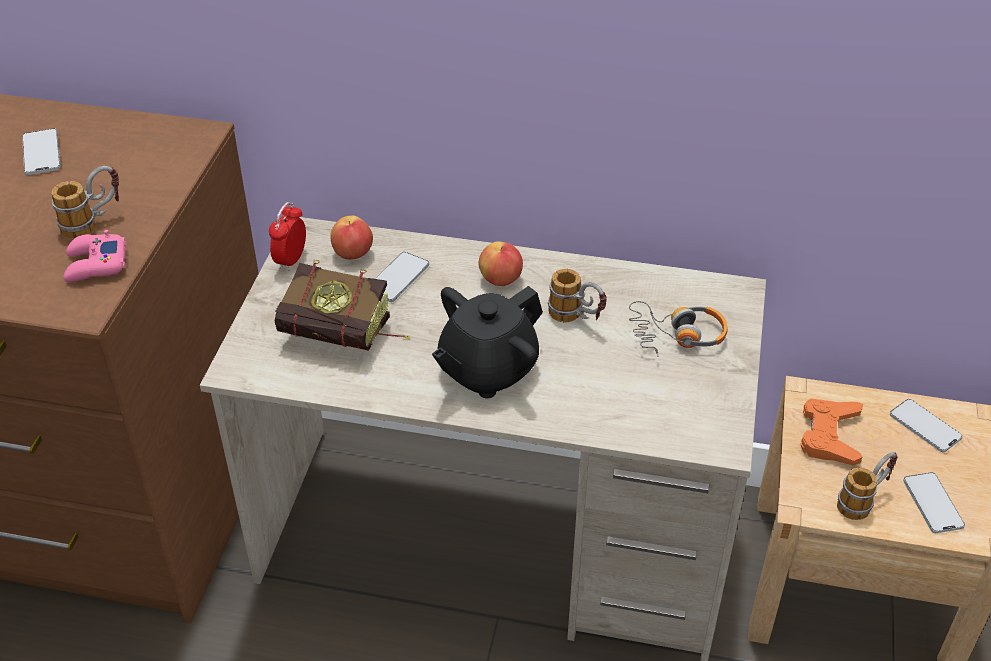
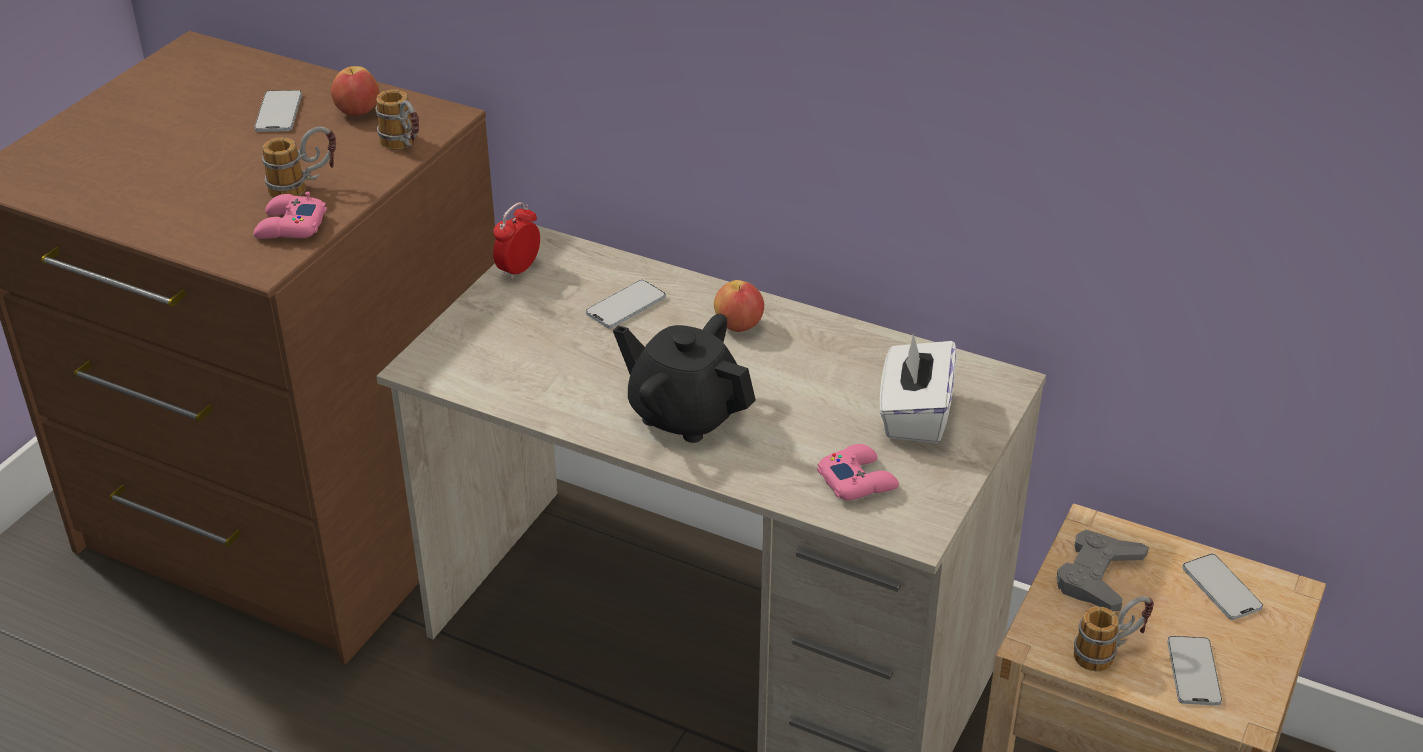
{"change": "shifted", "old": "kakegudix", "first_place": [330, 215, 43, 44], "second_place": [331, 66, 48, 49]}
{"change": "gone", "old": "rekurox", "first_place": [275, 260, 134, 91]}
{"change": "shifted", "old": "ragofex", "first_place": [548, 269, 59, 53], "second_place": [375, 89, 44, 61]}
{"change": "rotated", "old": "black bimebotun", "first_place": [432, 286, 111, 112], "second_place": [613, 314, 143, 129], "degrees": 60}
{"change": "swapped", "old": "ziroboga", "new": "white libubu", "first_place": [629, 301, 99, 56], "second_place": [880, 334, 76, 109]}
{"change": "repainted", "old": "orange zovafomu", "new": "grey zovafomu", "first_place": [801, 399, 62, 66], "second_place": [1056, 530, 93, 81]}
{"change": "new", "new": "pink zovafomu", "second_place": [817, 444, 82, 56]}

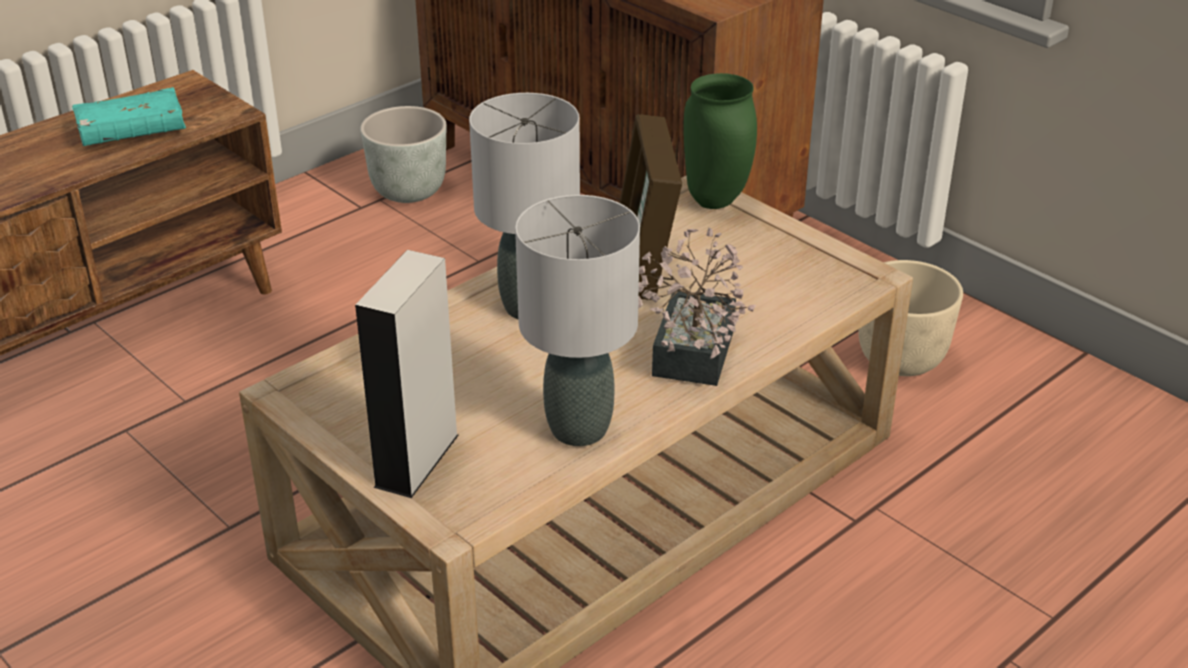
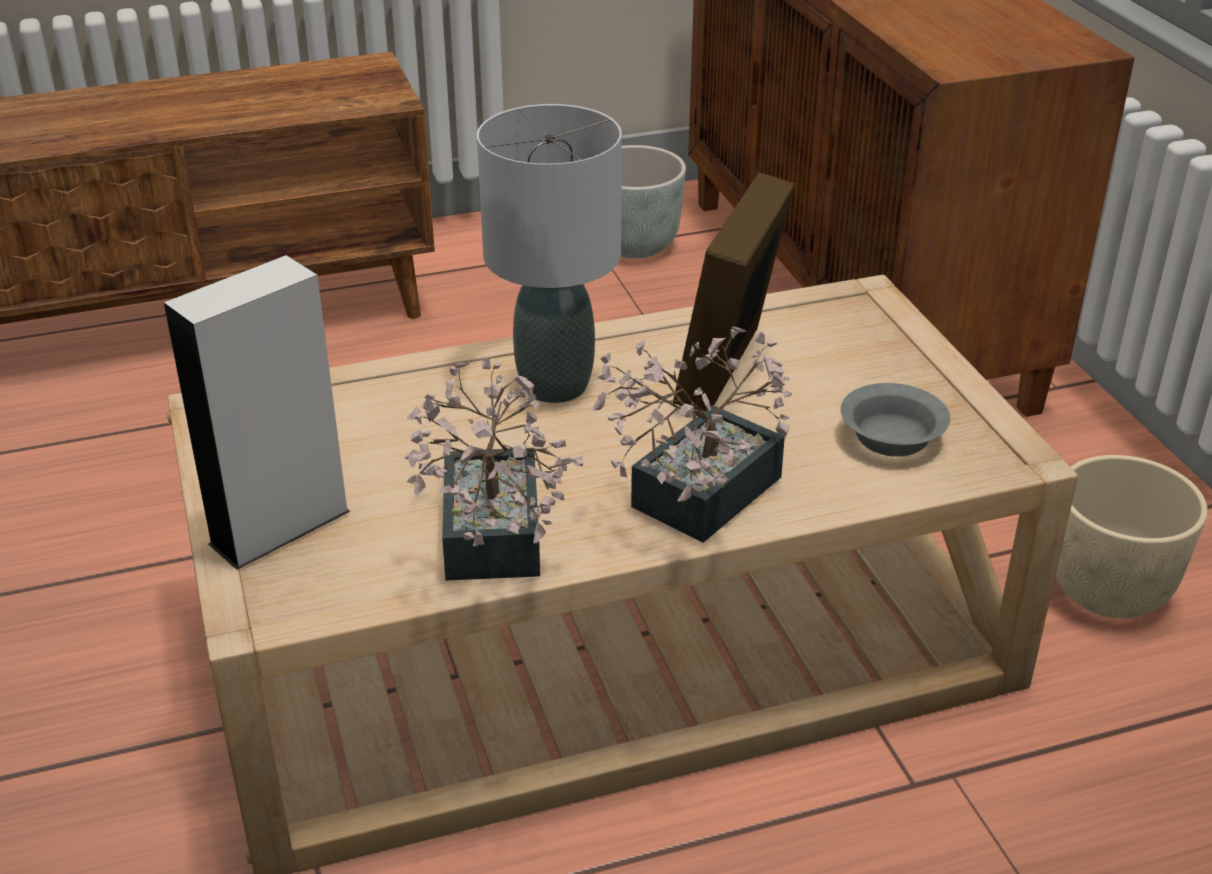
{"change": "gone", "old": "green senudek", "first_place": [683, 73, 74, 136]}
{"change": "gone", "old": "turquoise rekurox", "first_place": [72, 87, 114, 59]}
{"change": "swapped", "old": "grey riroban", "new": "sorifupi", "first_place": [515, 195, 125, 251], "second_place": [405, 357, 178, 224]}
{"change": "new", "new": "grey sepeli", "second_place": [840, 383, 110, 74]}

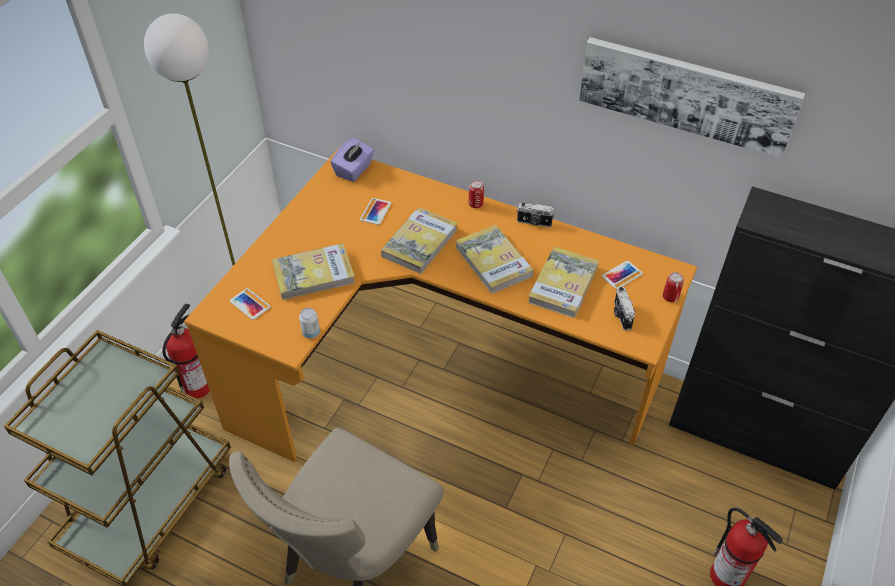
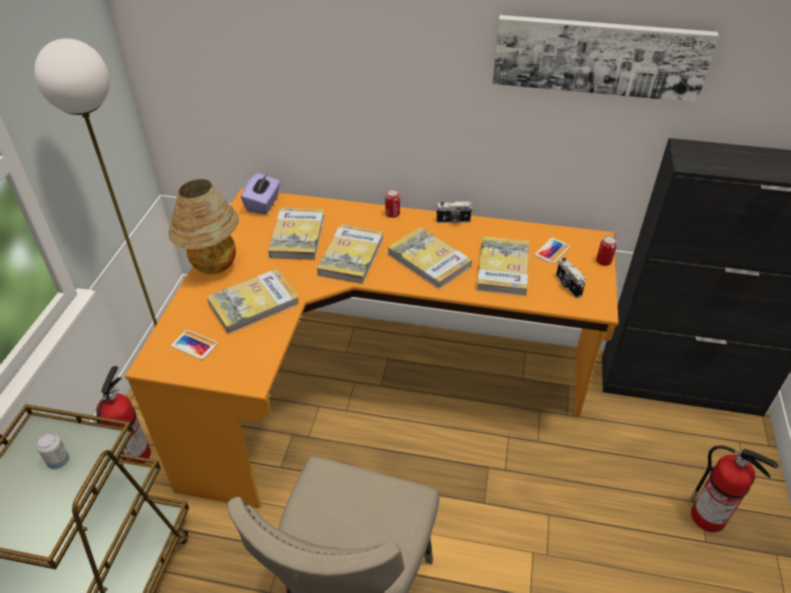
{"change": "swapped", "old": "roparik", "new": "rekurox", "first_place": [360, 198, 31, 27], "second_place": [268, 208, 57, 52]}
{"change": "shifted", "old": "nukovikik", "first_place": [299, 308, 21, 31], "second_place": [36, 432, 33, 37]}
{"change": "new", "new": "riroban", "second_place": [169, 179, 70, 95]}

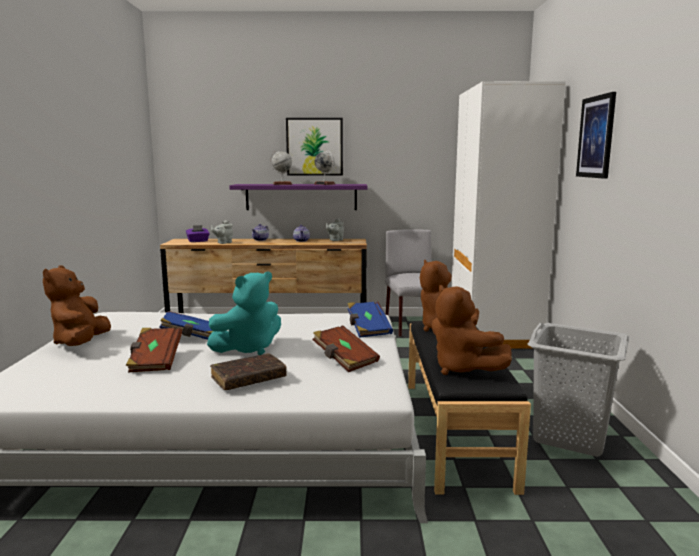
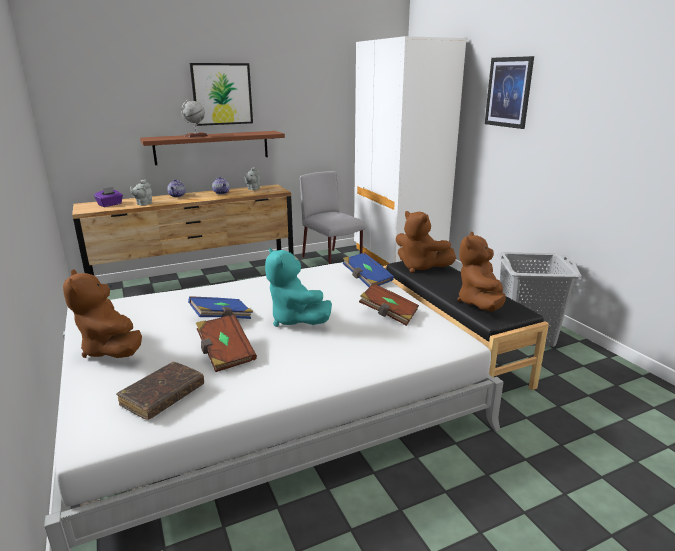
{"change": "gone", "old": "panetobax", "first_place": [314, 150, 22, 35]}
{"change": "repainted", "old": "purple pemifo", "new": "brown pemifo", "first_place": [229, 184, 138, 26], "second_place": [140, 131, 145, 34]}
{"change": "rotated", "old": "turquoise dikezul", "first_place": [207, 272, 74, 83], "second_place": [265, 248, 67, 79], "degrees": 120}
{"change": "rotated", "old": "brown dikezul", "first_place": [432, 285, 80, 90], "second_place": [457, 232, 49, 79], "degrees": 75}
{"change": "shifted", "old": "brown rekurox", "first_place": [210, 353, 77, 37], "second_place": [116, 362, 88, 58]}

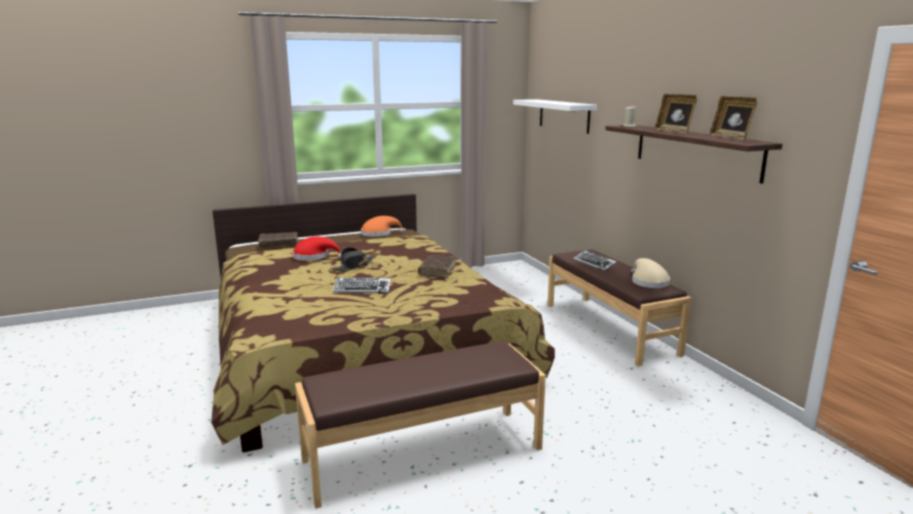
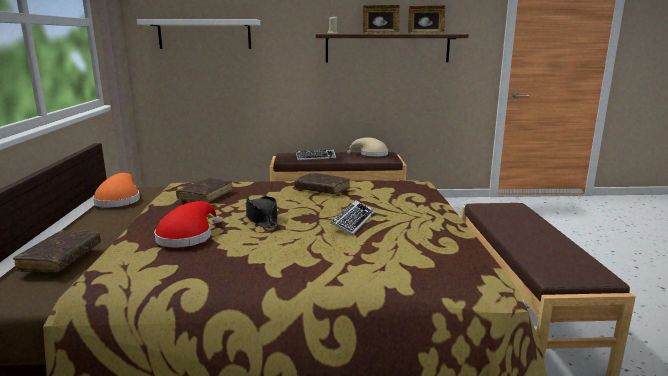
{"change": "new", "new": "brown rekurox", "second_place": [176, 178, 56, 25]}

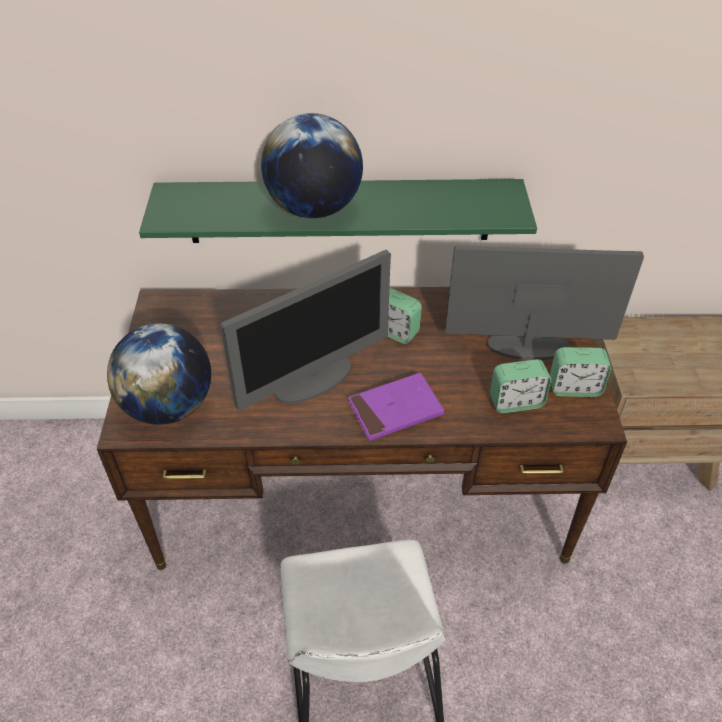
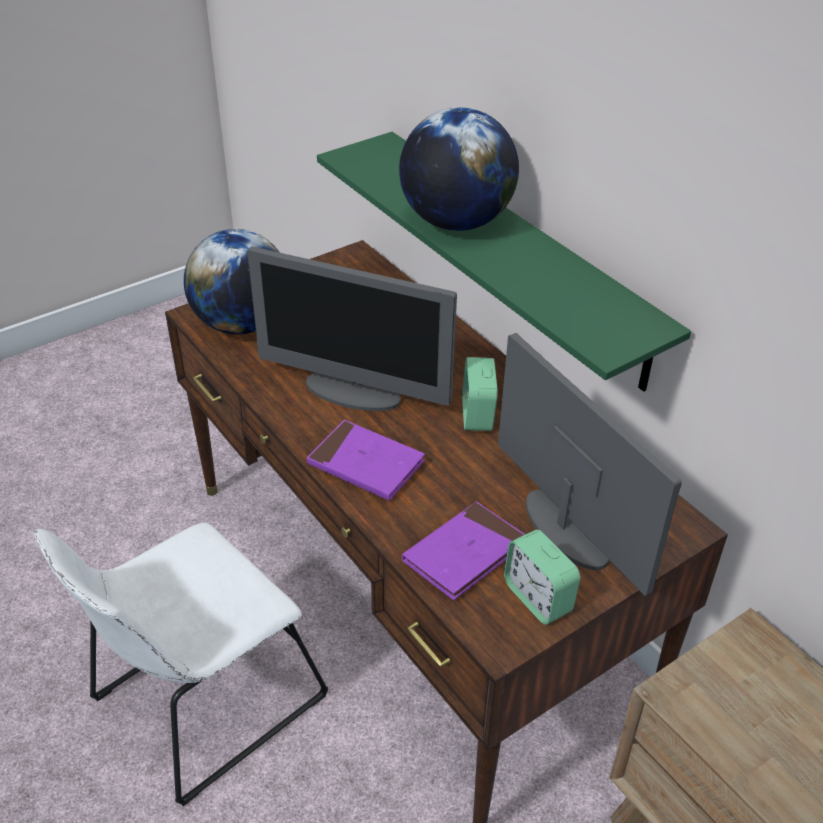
{"change": "swapped", "old": "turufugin", "new": "purple rekurox", "first_place": [490, 359, 61, 54], "second_place": [402, 502, 123, 98]}

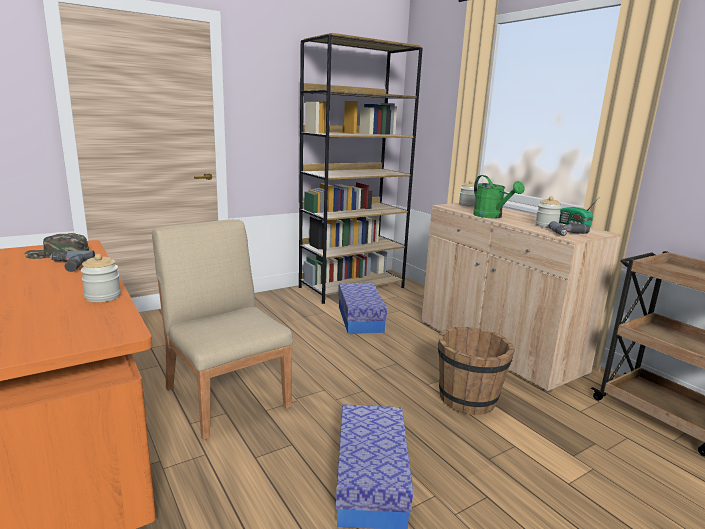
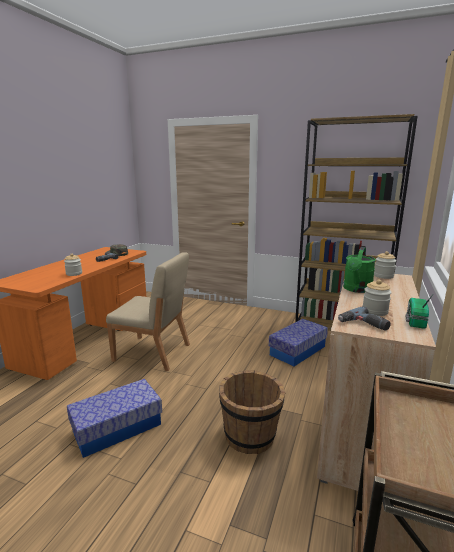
{"change": "rotated", "old": "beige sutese", "first_place": [152, 219, 141, 221], "second_place": [106, 253, 84, 118], "degrees": 90}

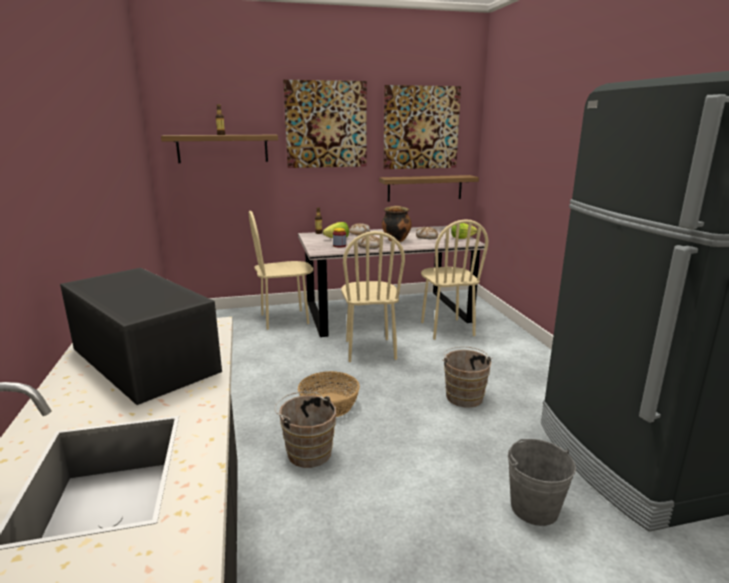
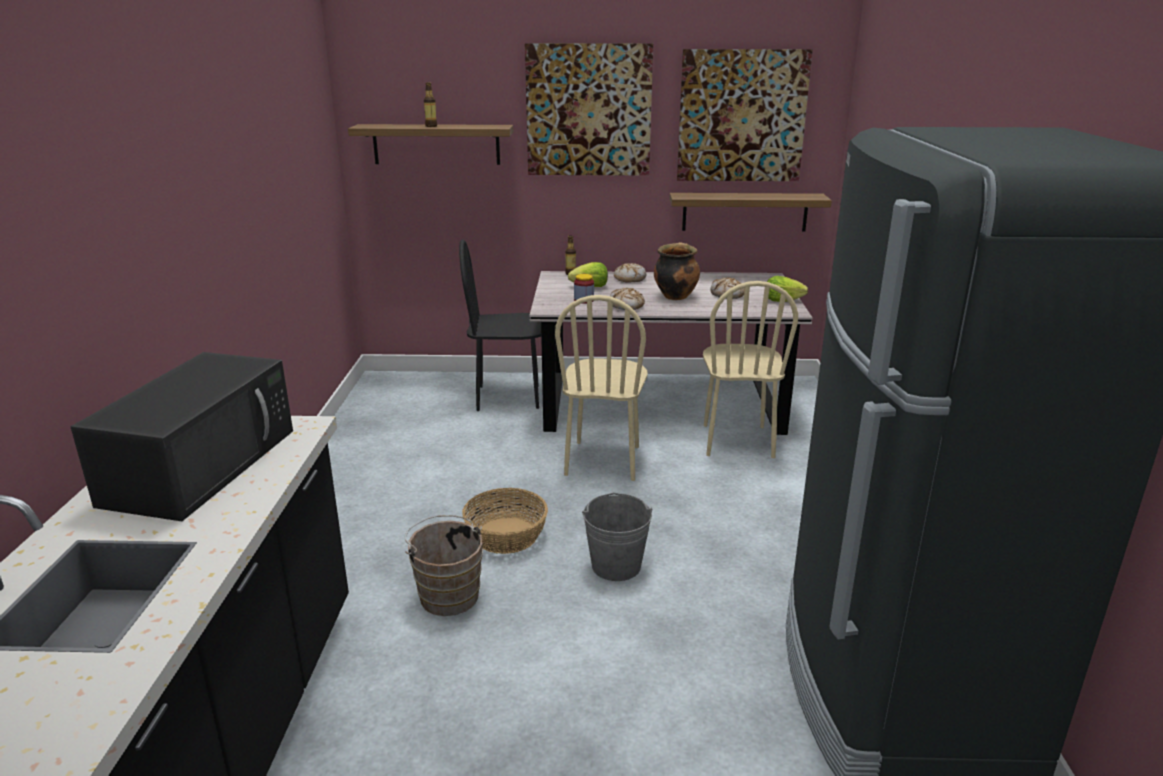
{"change": "repainted", "old": "beige sutese", "new": "black sutese", "first_place": [249, 211, 64, 119], "second_place": [459, 239, 82, 172]}
{"change": "rotated", "old": "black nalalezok", "first_place": [60, 268, 162, 137], "second_place": [70, 352, 223, 169], "degrees": 45}
{"change": "gone", "old": "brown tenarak", "first_place": [442, 346, 51, 62]}
{"change": "shifted", "old": "grey tenarak", "first_place": [508, 439, 68, 87], "second_place": [582, 493, 71, 88]}

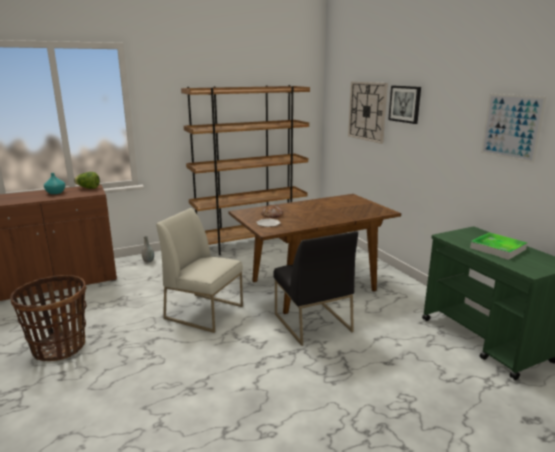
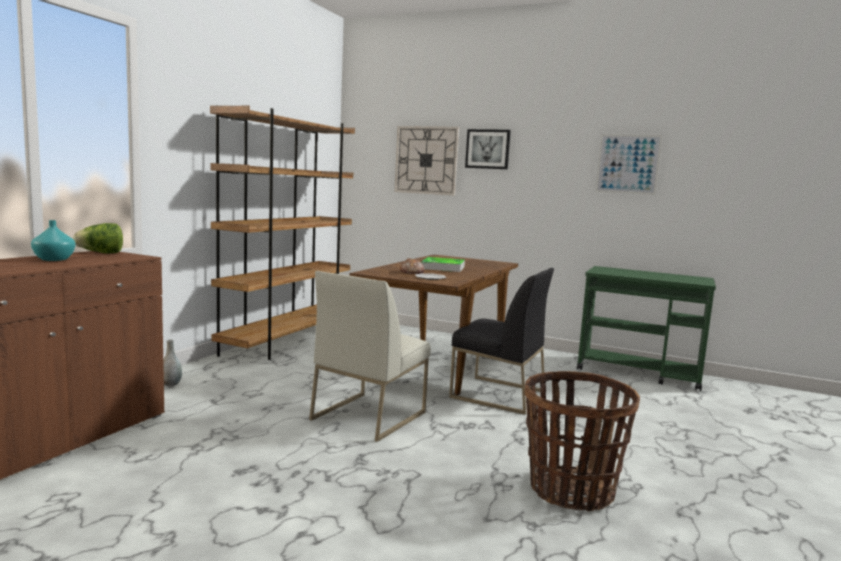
{"change": "rotated", "old": "white sutese", "first_place": [156, 208, 87, 125], "second_place": [309, 271, 122, 171], "degrees": -45}
{"change": "shifted", "old": "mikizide", "first_place": [470, 232, 57, 28], "second_place": [421, 257, 44, 15]}
{"change": "shifted", "old": "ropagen", "first_place": [10, 275, 77, 86], "second_place": [524, 371, 116, 141]}

